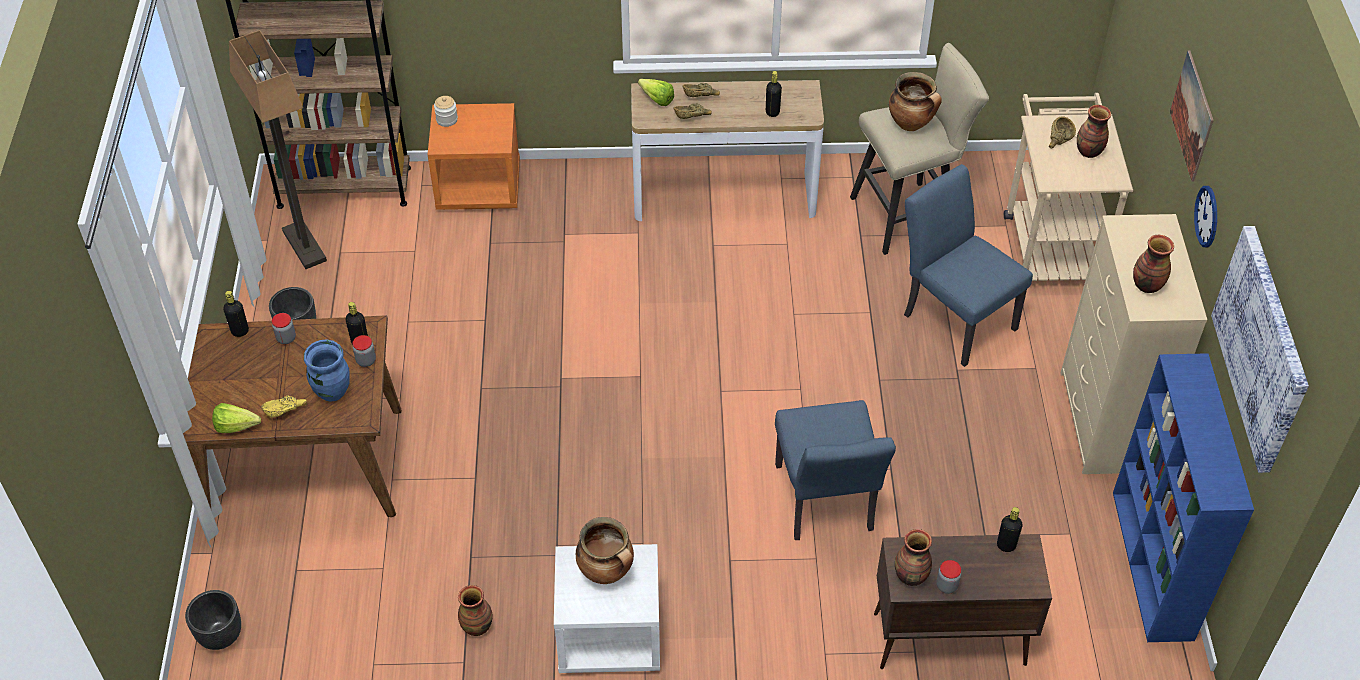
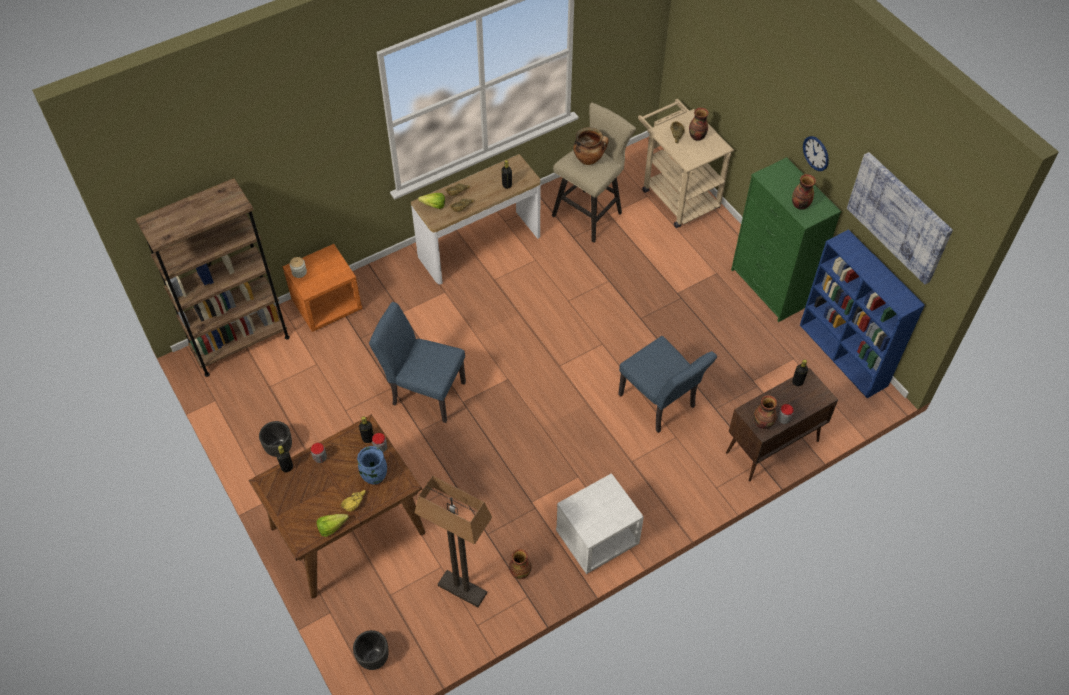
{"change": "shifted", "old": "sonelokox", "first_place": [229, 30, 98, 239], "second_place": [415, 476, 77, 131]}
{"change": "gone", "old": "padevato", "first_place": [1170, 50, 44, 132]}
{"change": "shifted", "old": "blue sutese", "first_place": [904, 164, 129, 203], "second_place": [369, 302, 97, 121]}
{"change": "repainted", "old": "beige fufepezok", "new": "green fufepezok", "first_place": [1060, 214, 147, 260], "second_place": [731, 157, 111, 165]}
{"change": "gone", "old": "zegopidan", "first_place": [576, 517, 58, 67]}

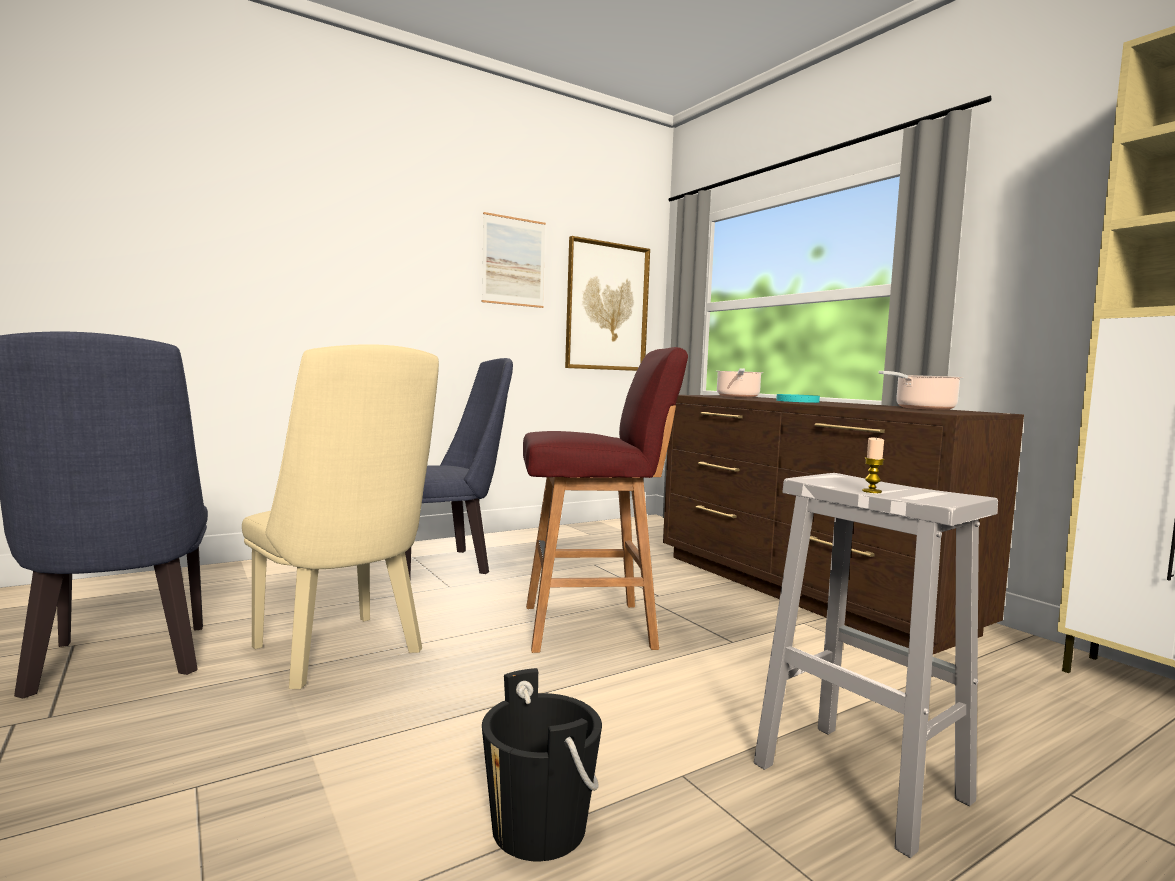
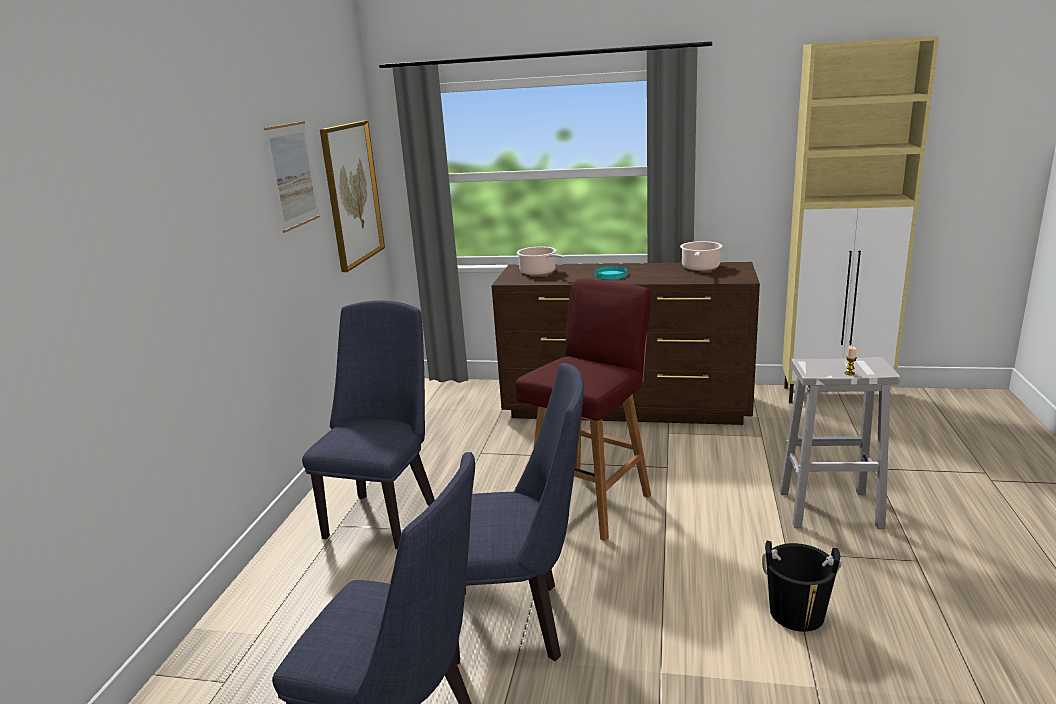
{"change": "repainted", "old": "beige sutese", "new": "blue sutese", "first_place": [242, 344, 197, 345], "second_place": [454, 363, 130, 301]}

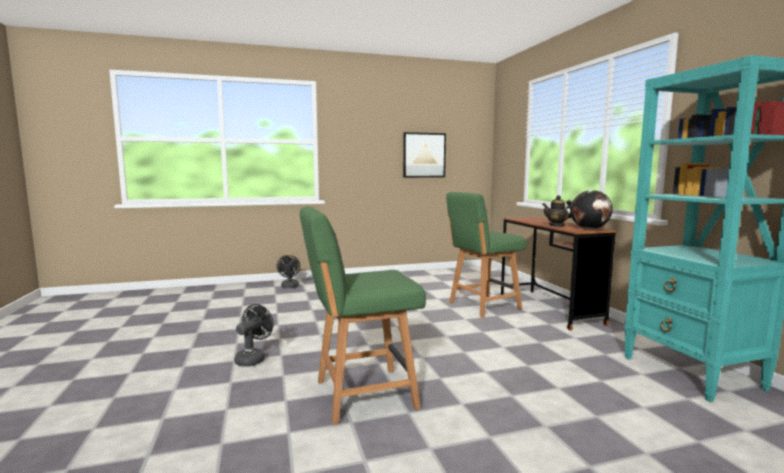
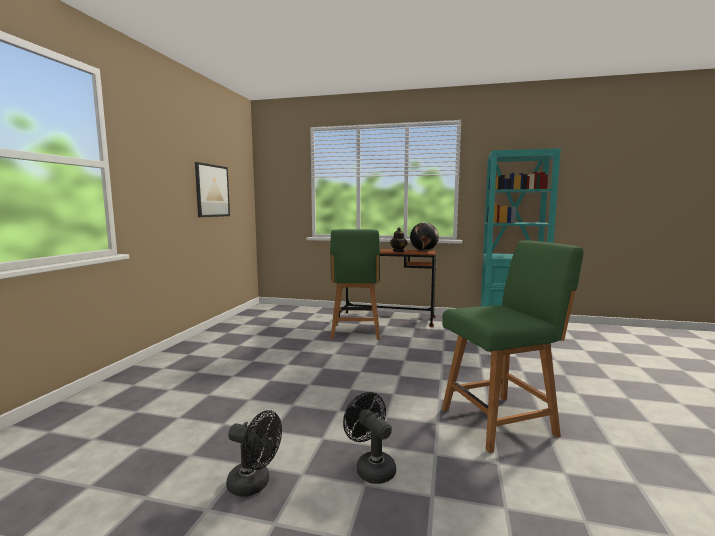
{"change": "rotated", "old": "green sutese", "first_place": [300, 206, 126, 219], "second_place": [442, 240, 142, 213], "degrees": -120}
{"change": "shifted", "old": "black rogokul", "first_place": [277, 255, 23, 33], "second_place": [226, 410, 56, 87]}

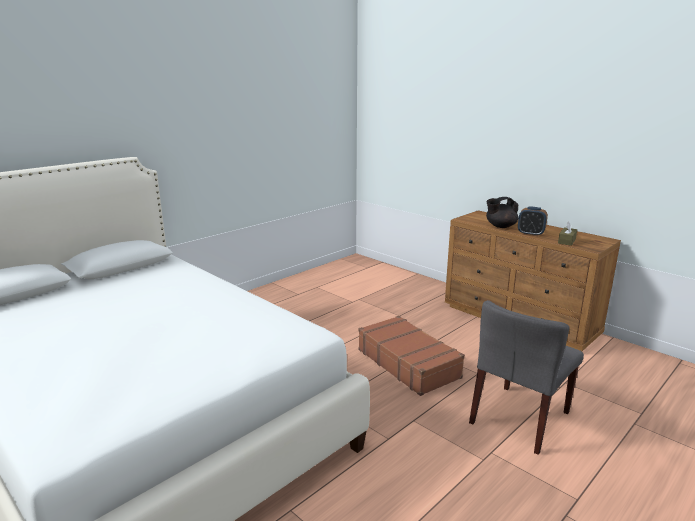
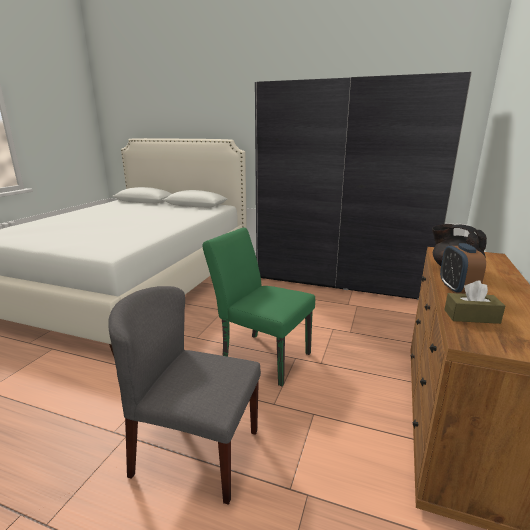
{"change": "swapped", "old": "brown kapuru", "new": "green sutese", "first_place": [358, 316, 107, 80], "second_place": [202, 228, 113, 159]}
{"change": "new", "new": "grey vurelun", "second_place": [255, 72, 217, 228]}

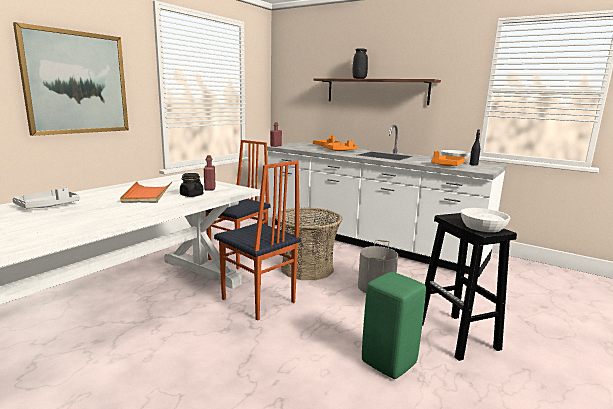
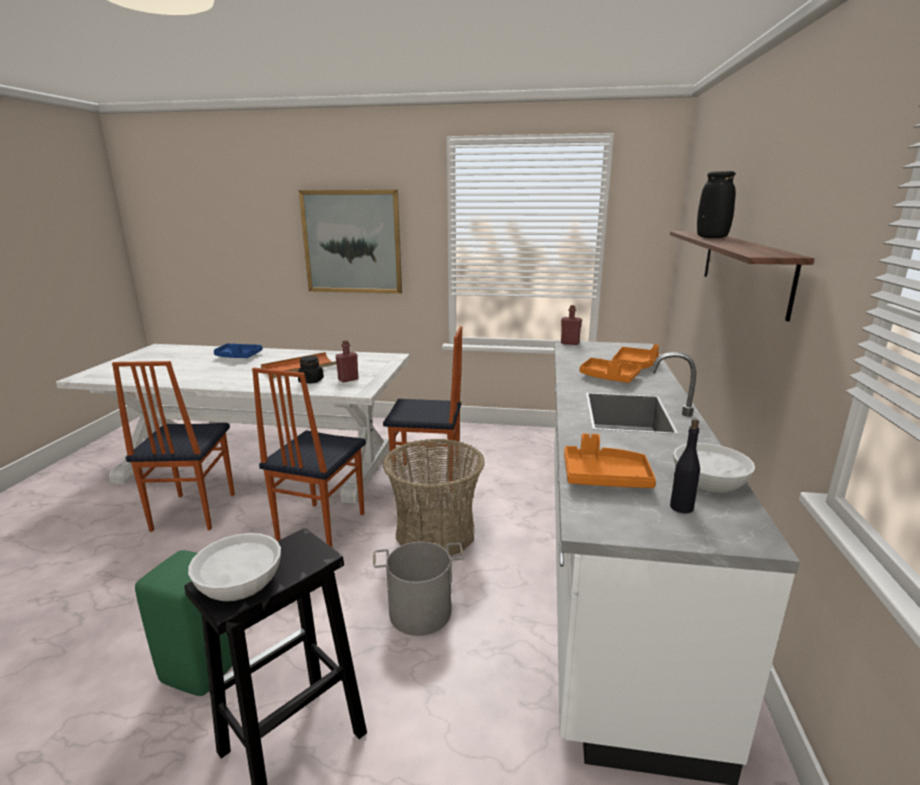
{"change": "repainted", "old": "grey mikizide", "new": "blue mikizide", "first_place": [12, 188, 68, 20], "second_place": [214, 343, 49, 15]}
{"change": "new", "new": "sutese", "second_place": [112, 361, 123, 171]}

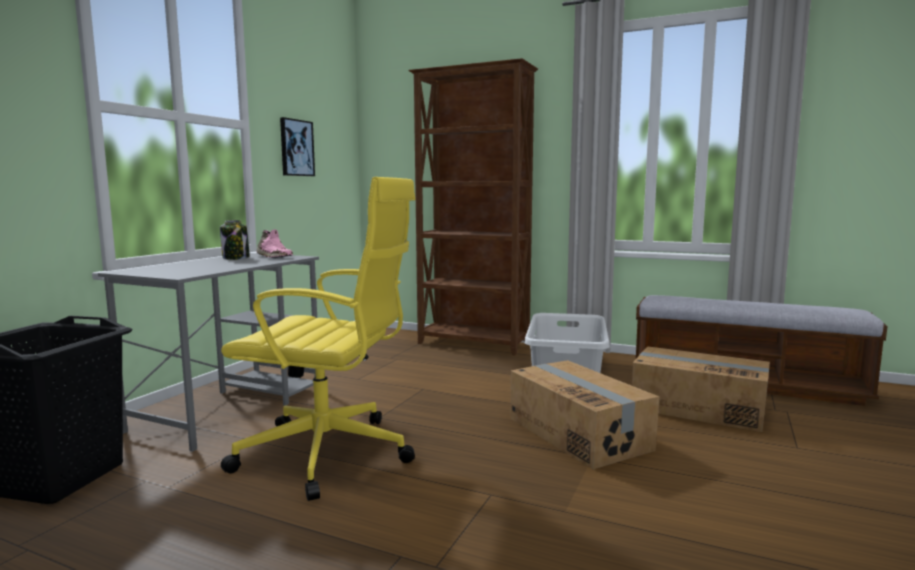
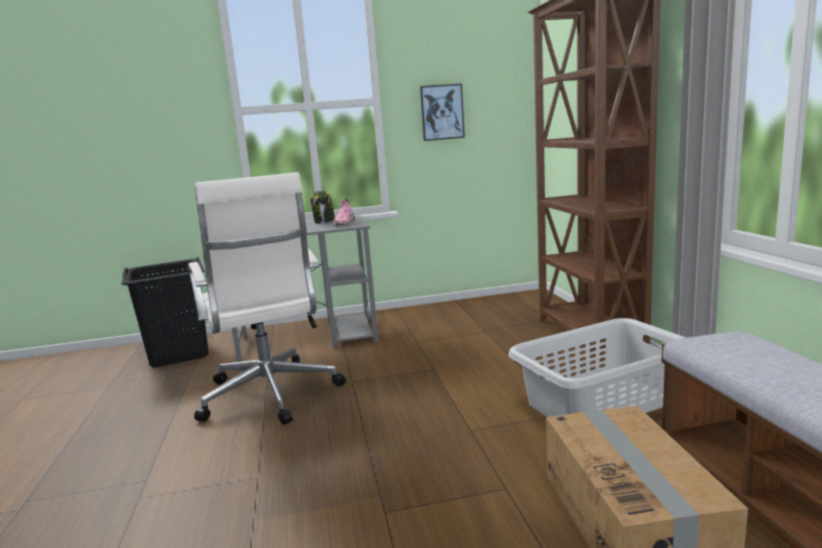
{"change": "repainted", "old": "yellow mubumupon", "new": "white mubumupon", "first_place": [221, 177, 194, 324], "second_place": [188, 172, 158, 253]}
{"change": "gone", "old": "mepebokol", "first_place": [510, 360, 149, 109]}

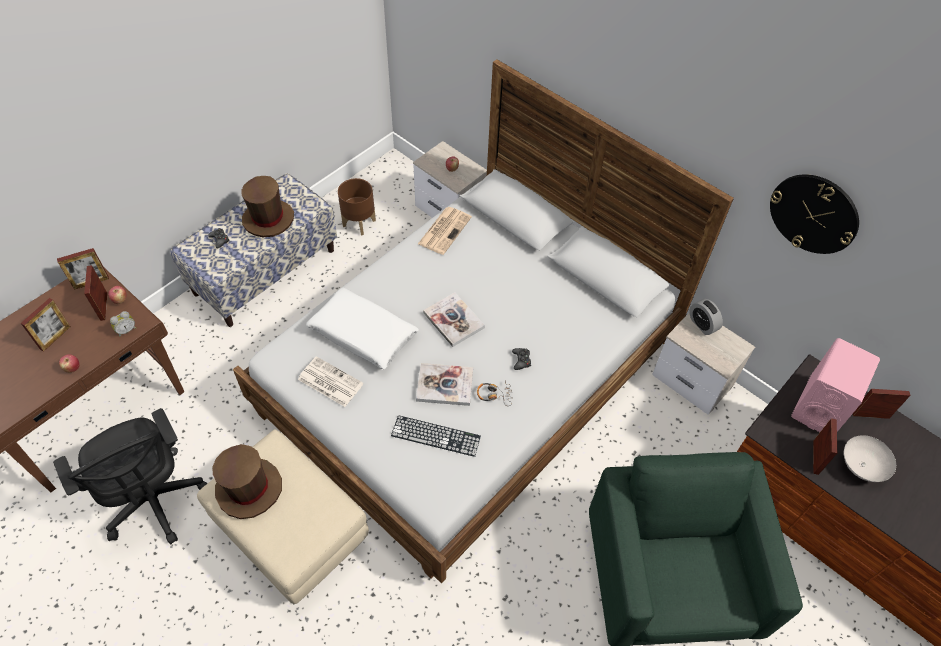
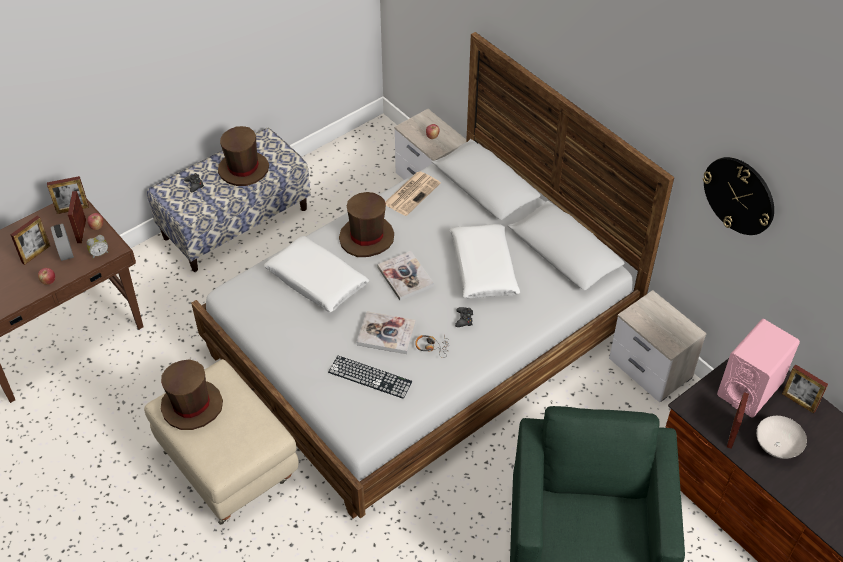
{"change": "gone", "old": "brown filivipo", "first_place": [338, 178, 38, 57]}
{"change": "shifted", "old": "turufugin", "first_place": [689, 299, 34, 36], "second_place": [51, 224, 23, 37]}
{"change": "gone", "old": "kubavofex", "first_place": [298, 356, 66, 51]}
{"change": "rotated", "old": "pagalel", "first_place": [853, 389, 57, 30], "second_place": [782, 364, 46, 50], "degrees": -150}
{"change": "gone", "old": "black mubumupon", "first_place": [53, 408, 155, 136]}
{"change": "new", "new": "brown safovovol", "second_place": [339, 192, 55, 65]}
{"change": "new", "new": "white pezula", "second_place": [450, 224, 70, 74]}

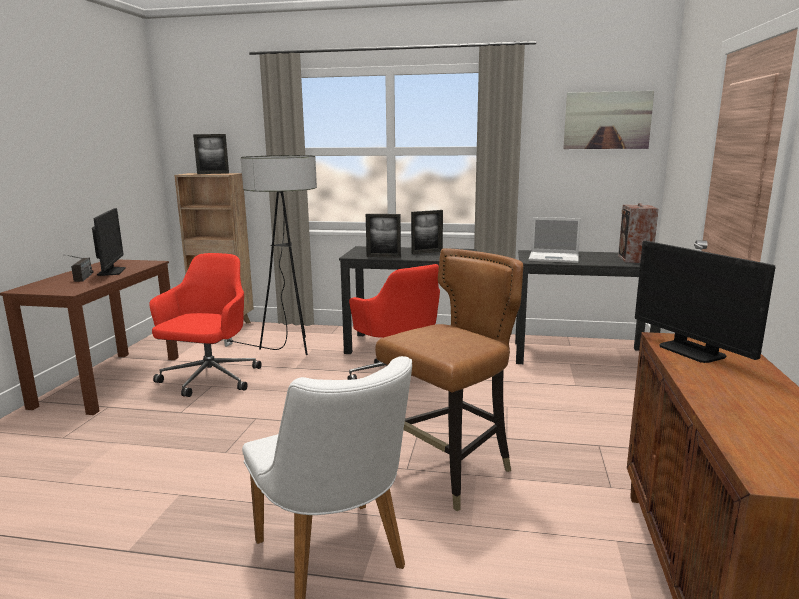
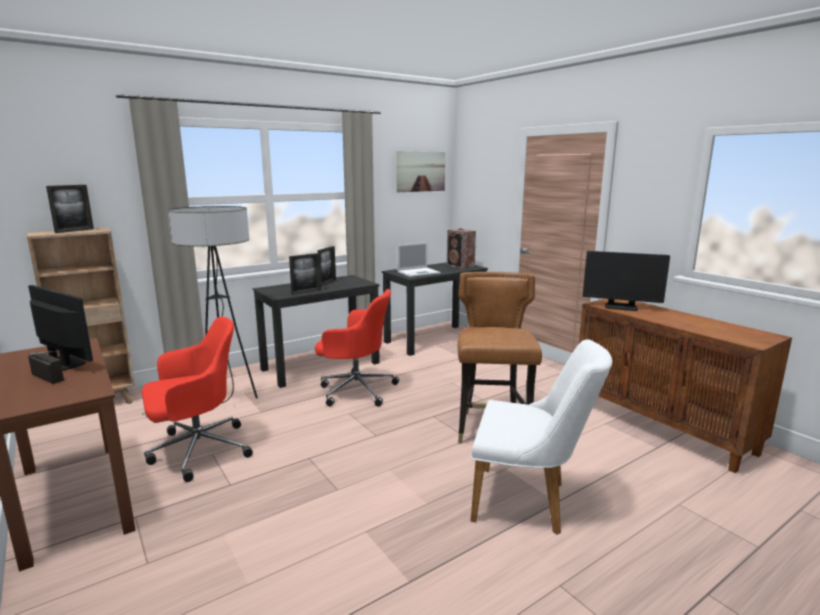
{"change": "rotated", "old": "red mubumupon", "first_place": [150, 253, 112, 144], "second_place": [142, 317, 111, 165], "degrees": 90}

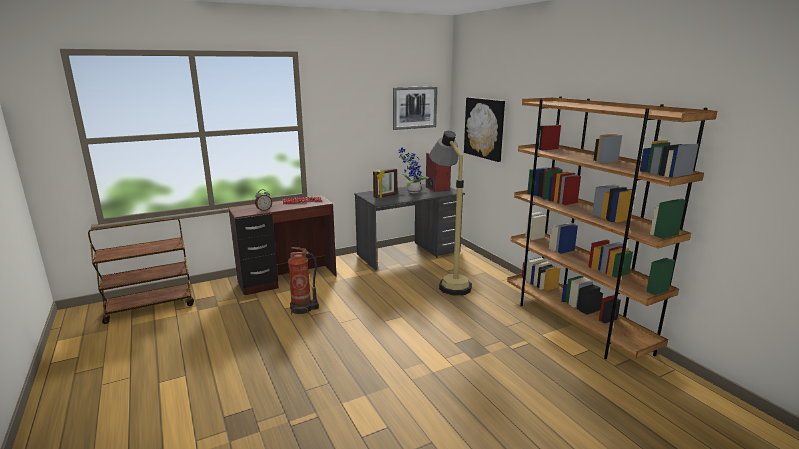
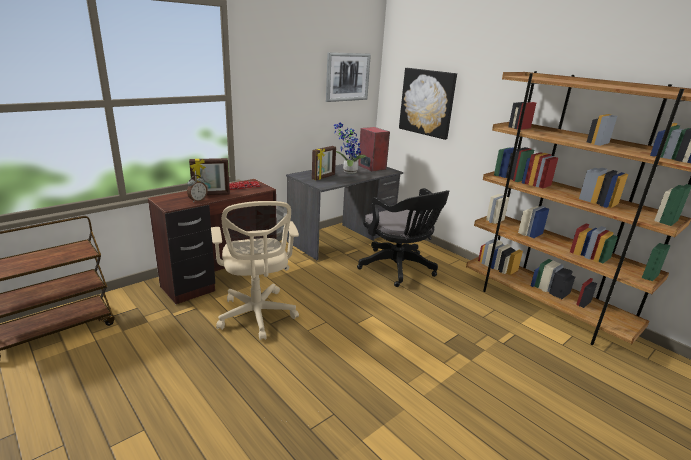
{"change": "swapped", "old": "sonelokox", "new": "black mubumupon", "first_place": [429, 131, 43, 165], "second_place": [357, 188, 92, 99]}
{"change": "swapped", "old": "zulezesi", "new": "beige mubumupon", "first_place": [288, 247, 31, 67], "second_place": [211, 201, 88, 139]}
{"change": "new", "new": "pagalel", "second_place": [189, 158, 41, 37]}

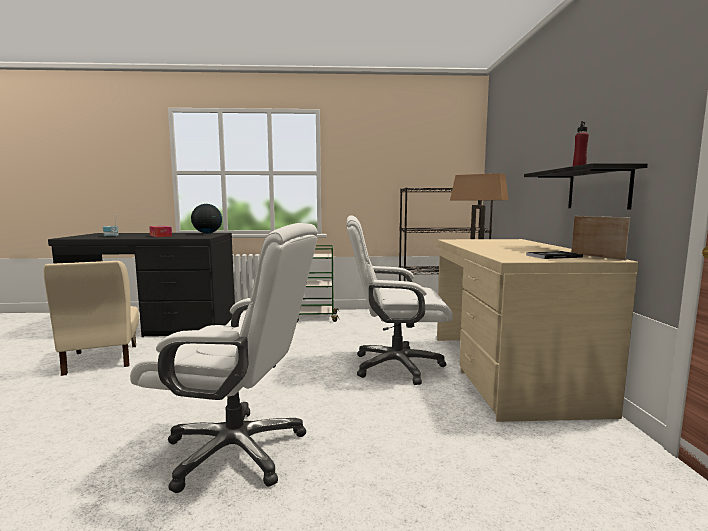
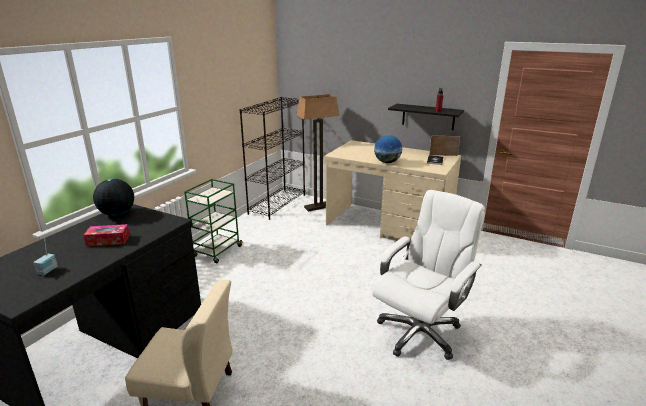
{"change": "gone", "old": "white mubumupon", "first_place": [347, 215, 106, 170]}
{"change": "new", "new": "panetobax", "second_place": [374, 135, 28, 28]}

